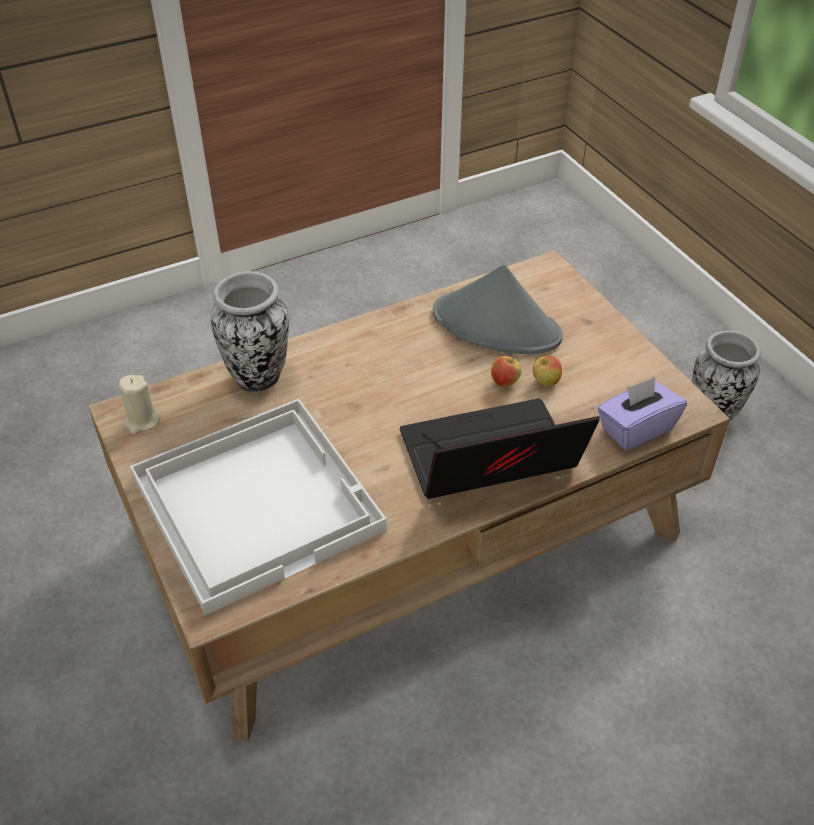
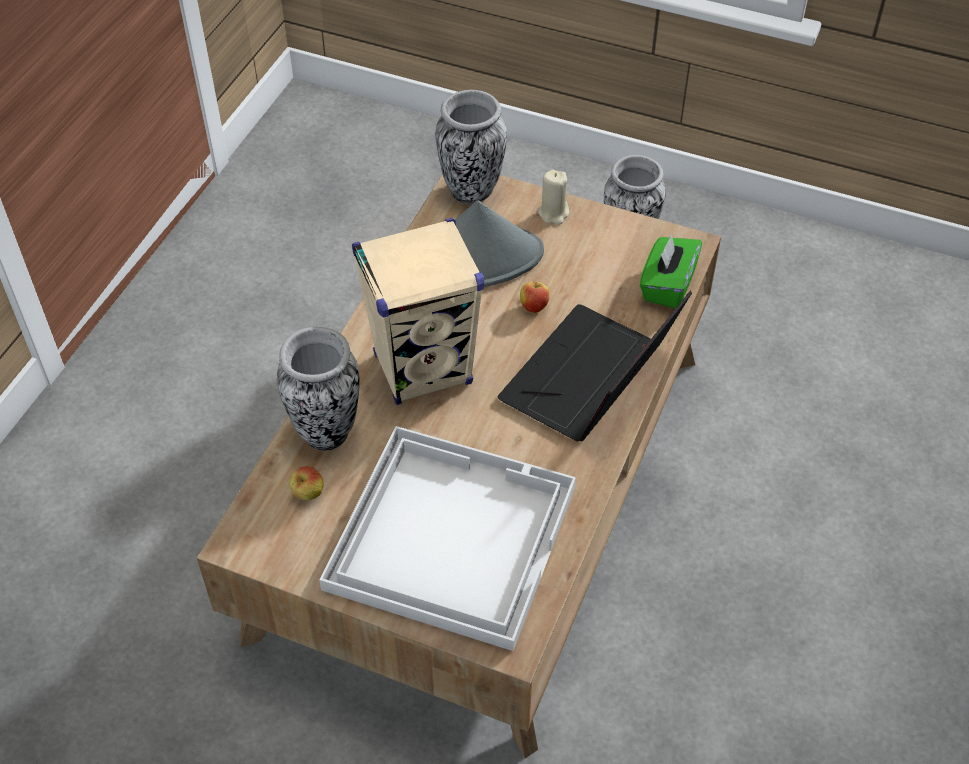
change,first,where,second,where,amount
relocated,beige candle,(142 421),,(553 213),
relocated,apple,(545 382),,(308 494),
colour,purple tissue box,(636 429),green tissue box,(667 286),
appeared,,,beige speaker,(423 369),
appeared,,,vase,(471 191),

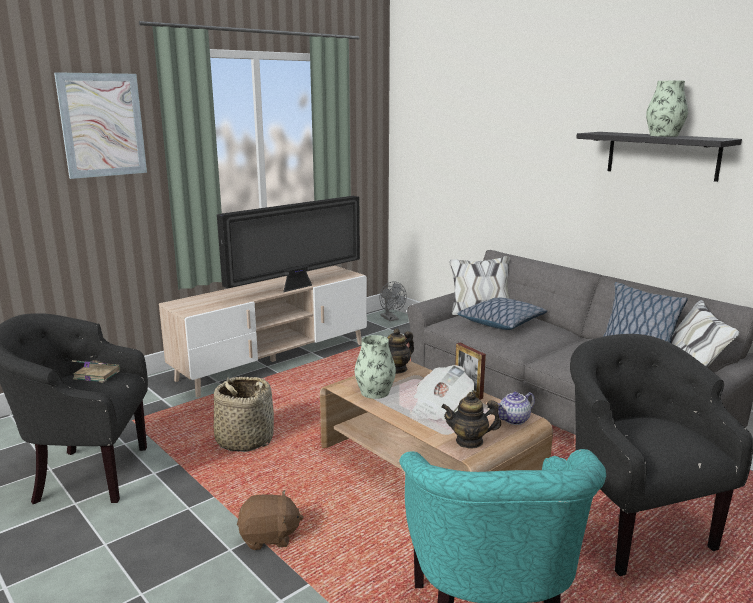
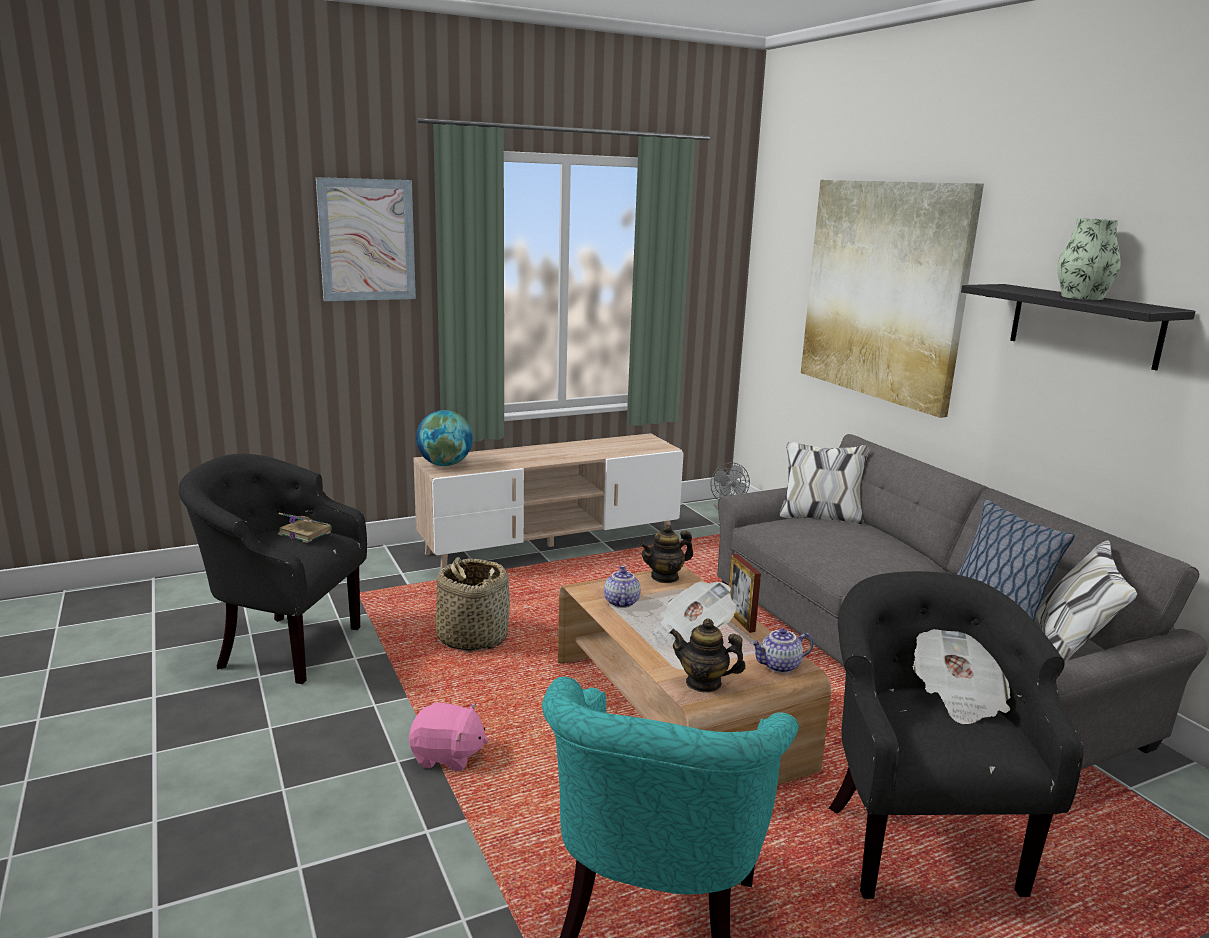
change,first,where,second,where,amount
missing,television,(297 287),,,
colour,brown plush toy,(269 537),pink plush toy,(447 756),
exchanged,vase,(375 392),teapot,(620 602),
missing,pillow,(501 322),,,
appeared,,,globe,(445 464),
appeared,,,picture,(883 291),
appeared,,,newspaper,(957 696),

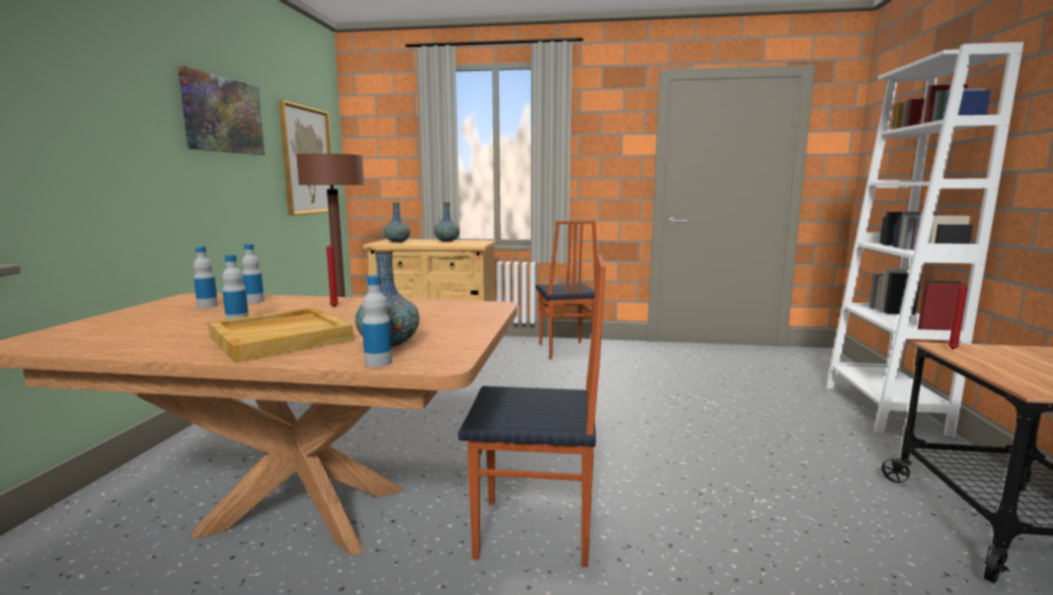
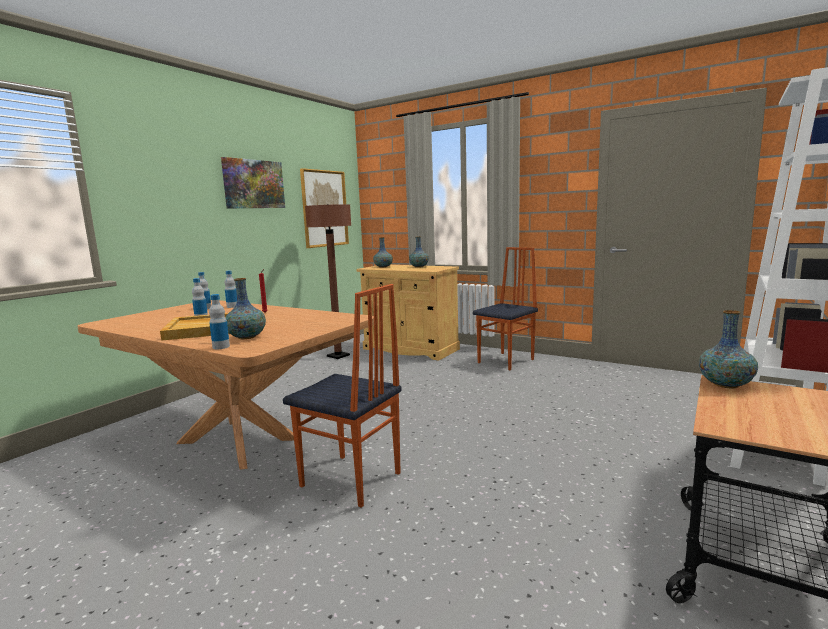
change,first,where,second,where,amount
spun,chair,(565 350),,(507 361),150 degrees counterclockwise
exchanged,red candle,(951 349),vase,(725 384),

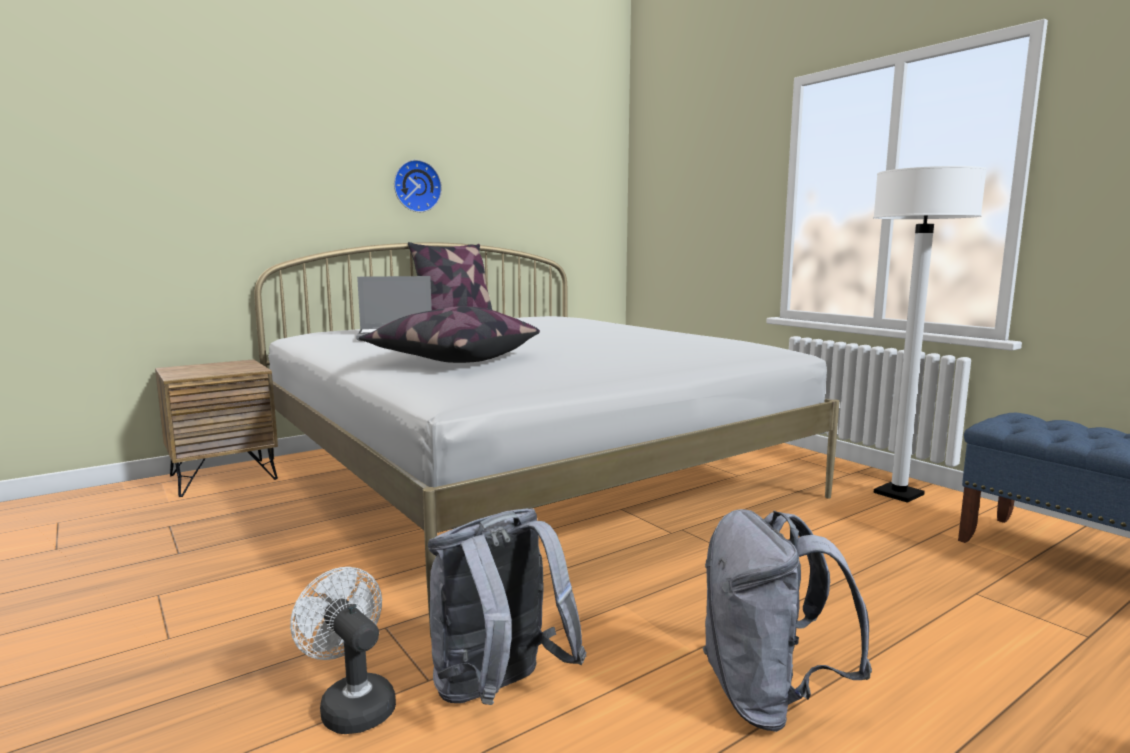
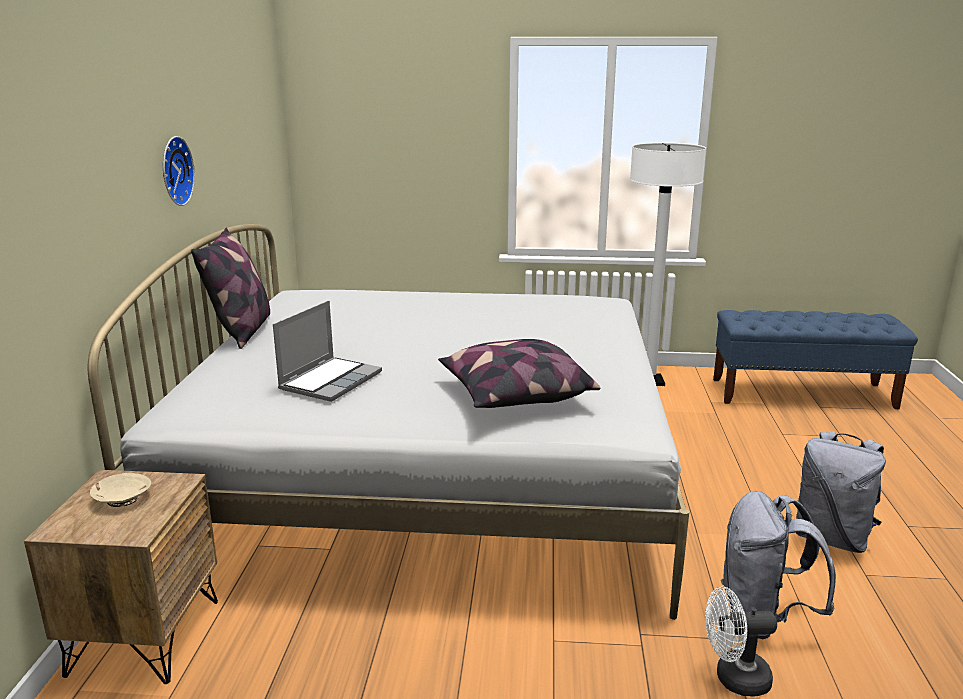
change,first,where,second,where,amount
appeared,,,beige bowl,(122 499),

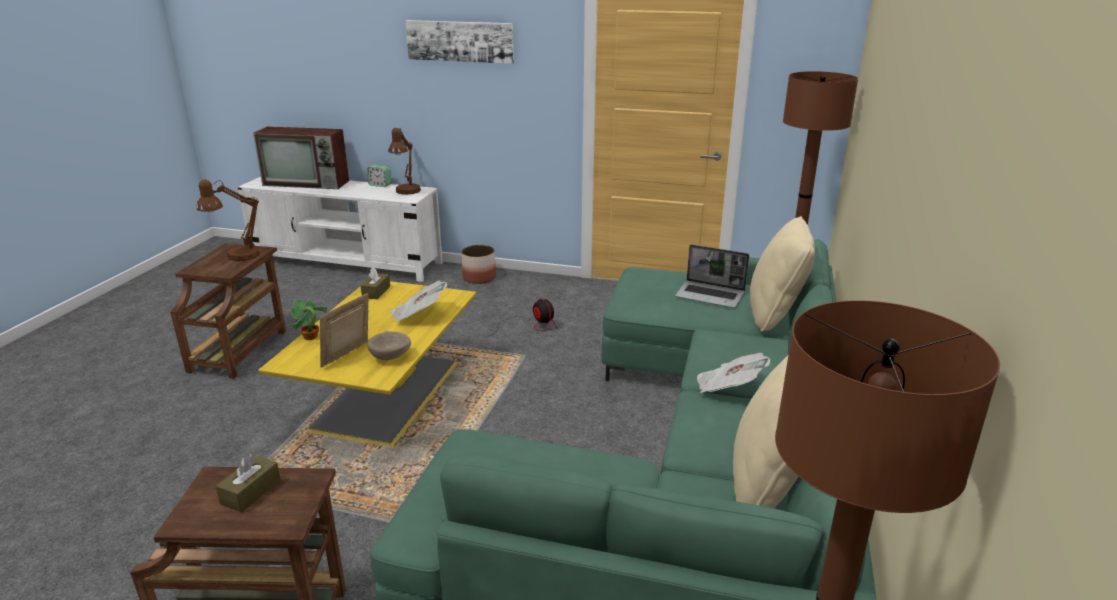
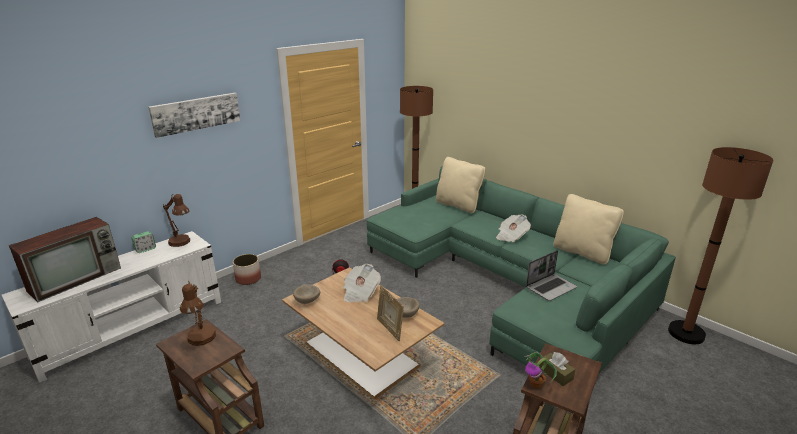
change,first,where,second,where,amount
colour,yellow coffee table,(386 397),brown coffee table,(363 355),
relocated,potted plant,(310 337),,(536 384),
exchanged,brown tissue box,(376 292),beige bowl,(308 300),
relocated,laptop,(711 295),,(551 287),

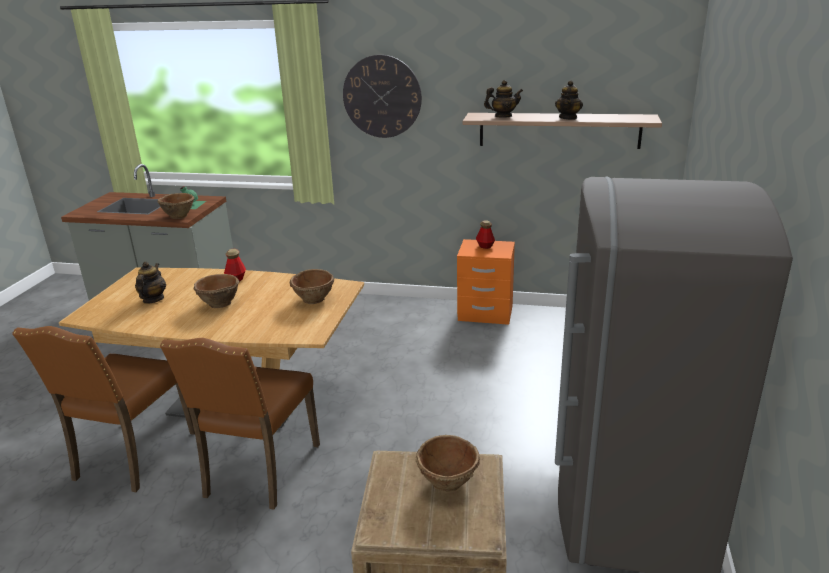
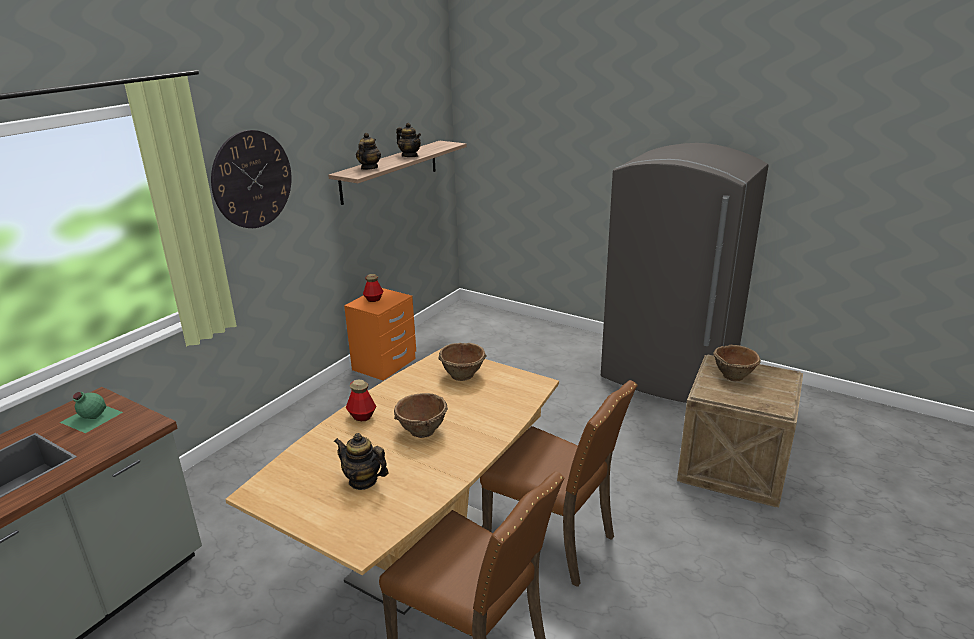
change,first,where,second,where,amount
missing,brown bowl,(179 216),,,

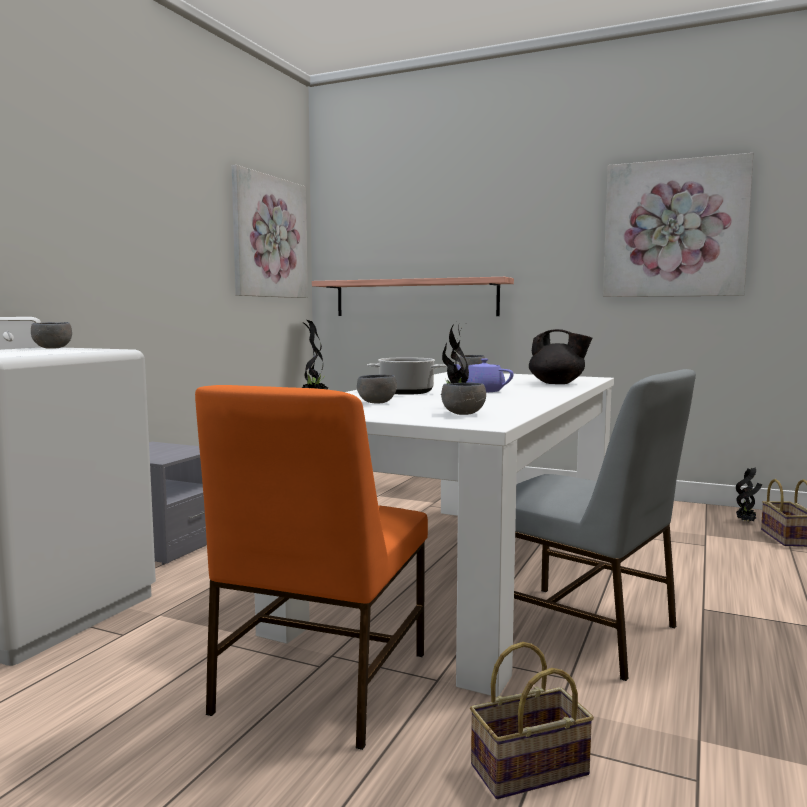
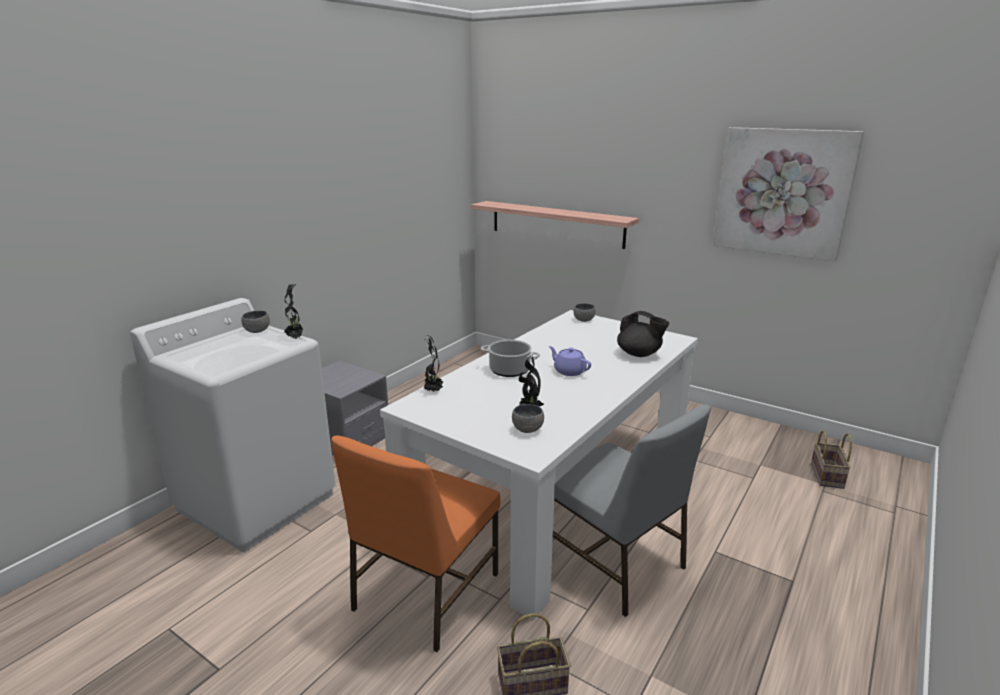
change,first,where,second,where,amount
missing,picture,(270 237),,,
missing,grey bowl,(375 403),,,
relocated,potted plant,(746 521),,(295 338),

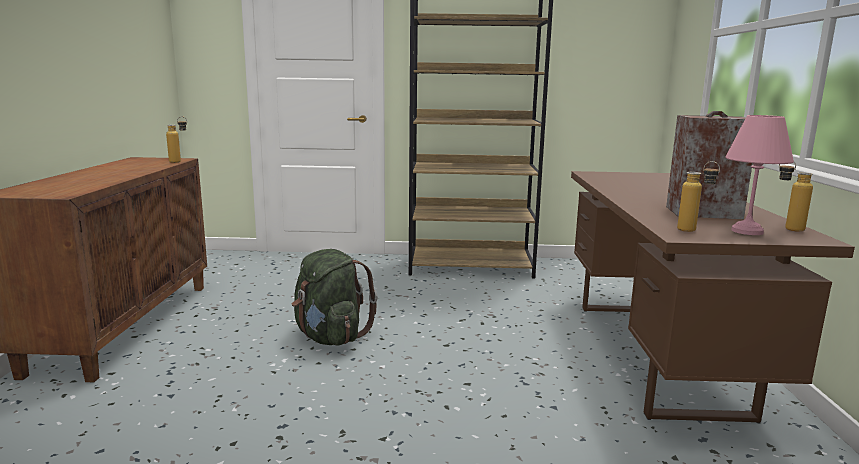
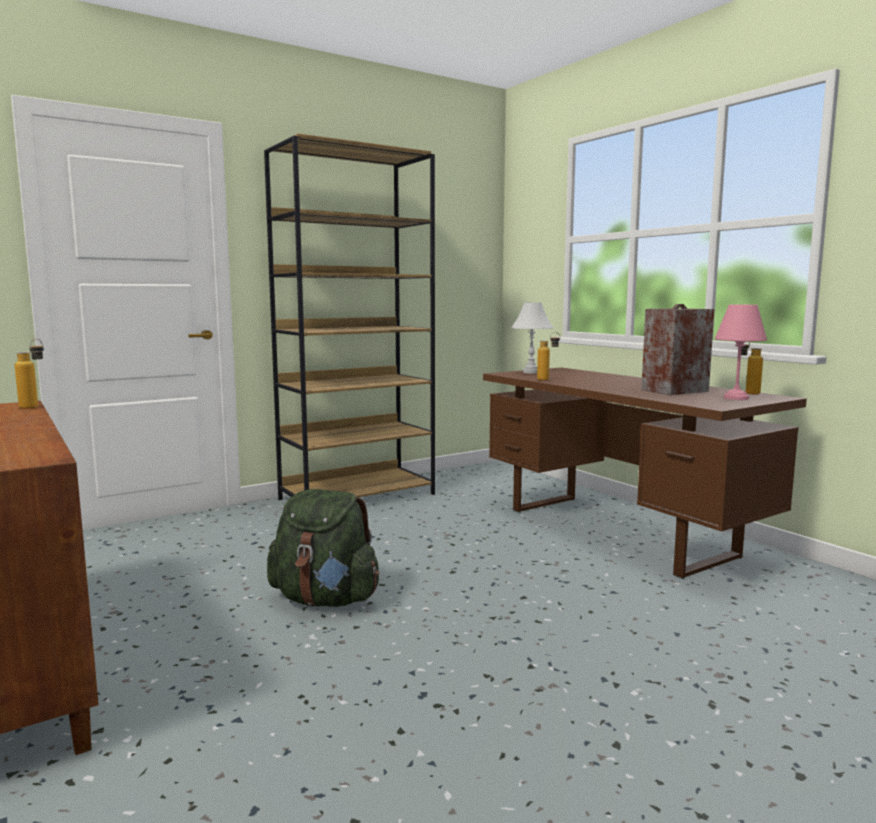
change,first,where,second,where,amount
relocated,bottle,(693 231),,(548 380),
appeared,,,white table lamp,(530 372),

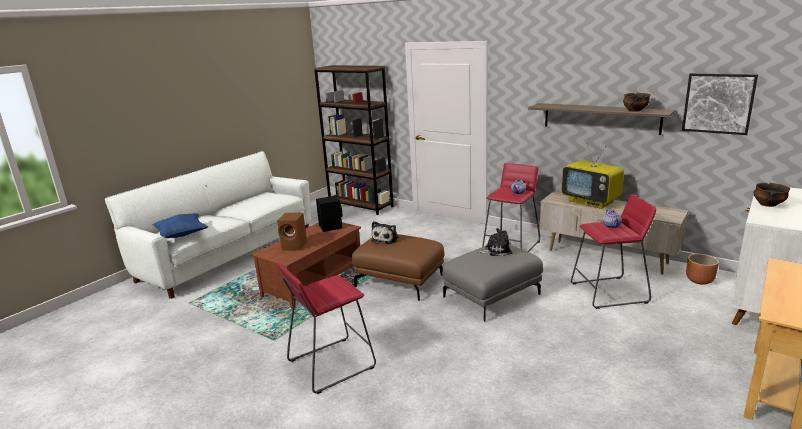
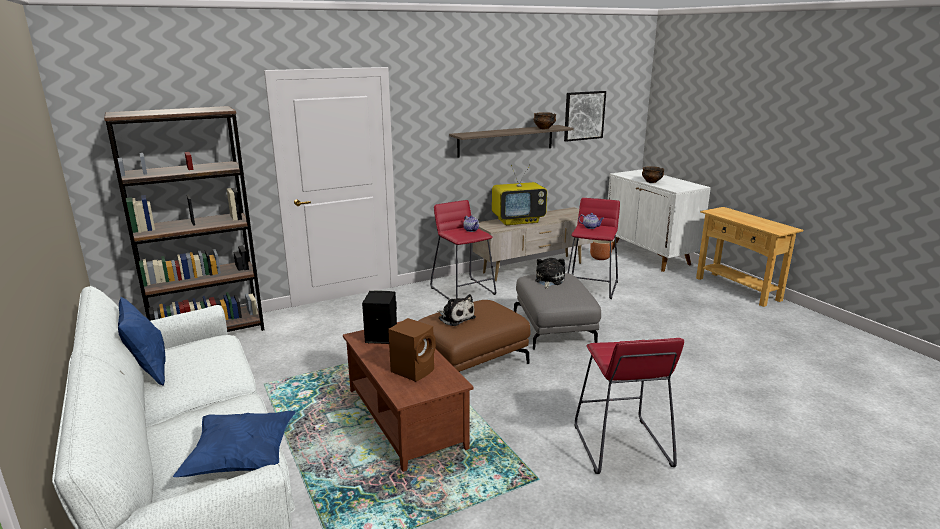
change,first,where,second,where,amount
appeared,,,blue pillow,(148 371),

